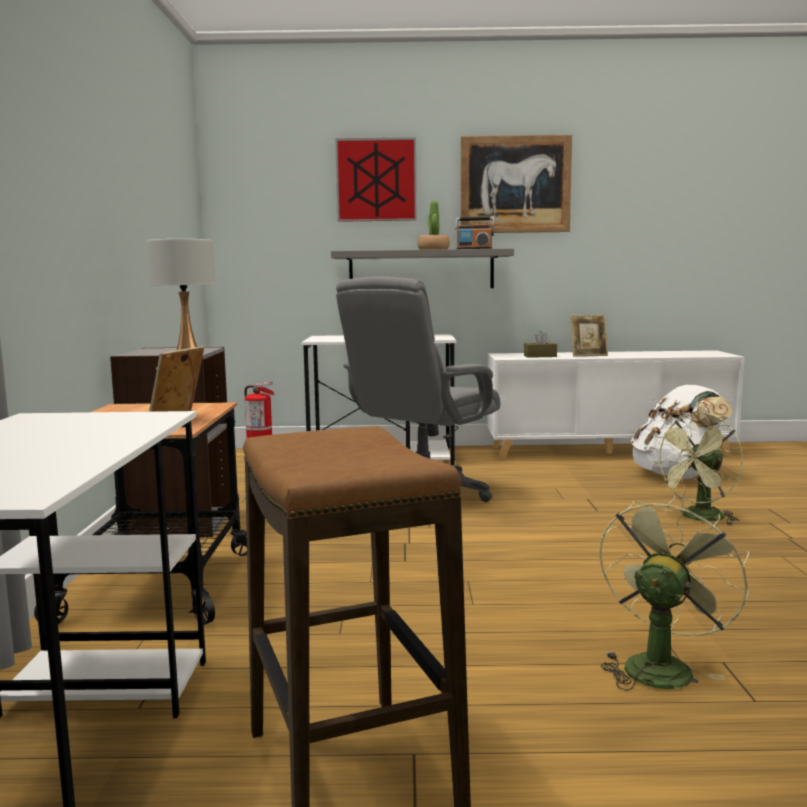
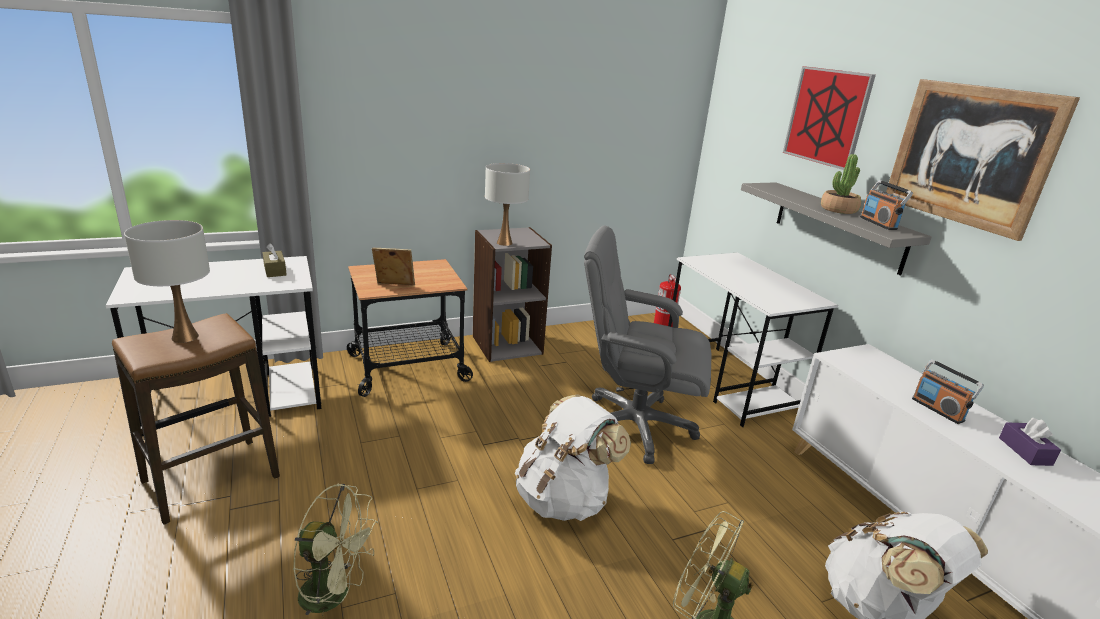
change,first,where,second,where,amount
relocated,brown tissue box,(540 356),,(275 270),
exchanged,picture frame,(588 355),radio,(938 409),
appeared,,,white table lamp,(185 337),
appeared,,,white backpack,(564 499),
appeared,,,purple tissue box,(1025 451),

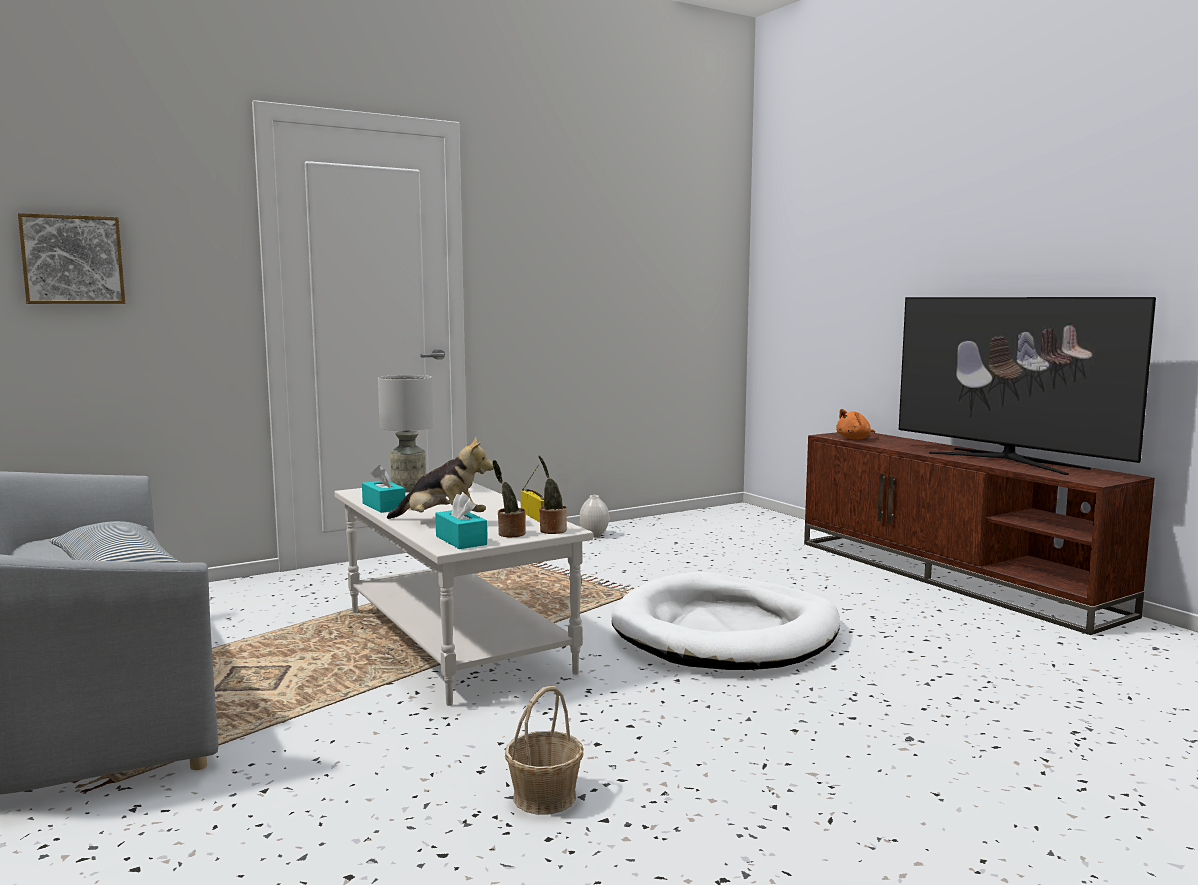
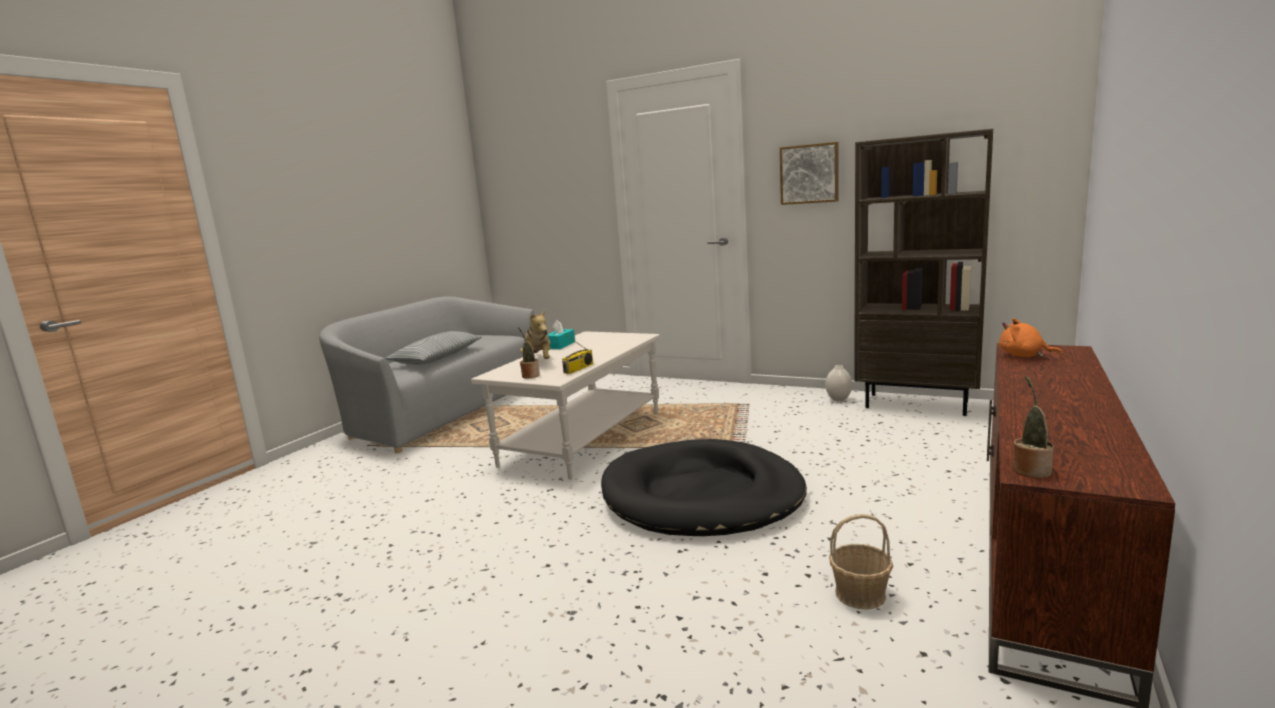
change,first,where,second,where,amount
relocated,picture,(72 260),,(809 174),
missing,grey table lamp,(409 489),,,
missing,turquoise tissue box,(461 540),,,
relocated,basket,(545 797),,(860 594),
relocated,potted plant,(551 530),,(1030 470),
colour,white dog bed,(726 632),black dog bed,(702 495),
missing,television,(1006 460),,,
appeared,,,brown bookcase,(917 404),

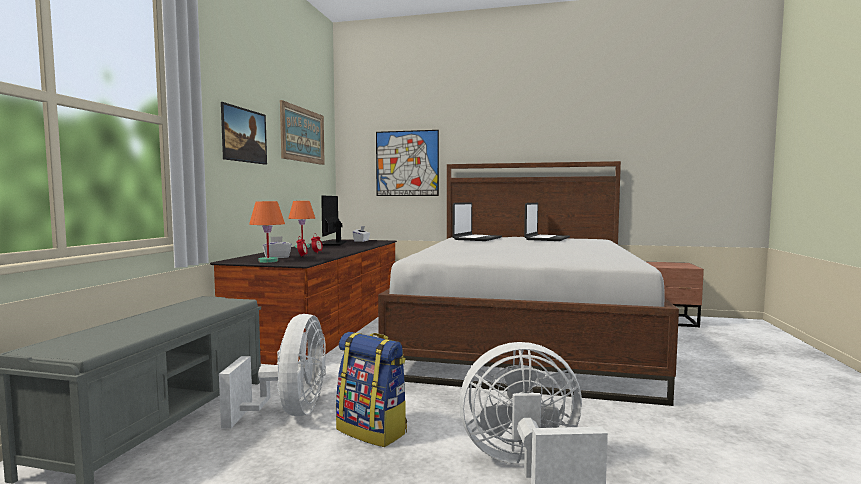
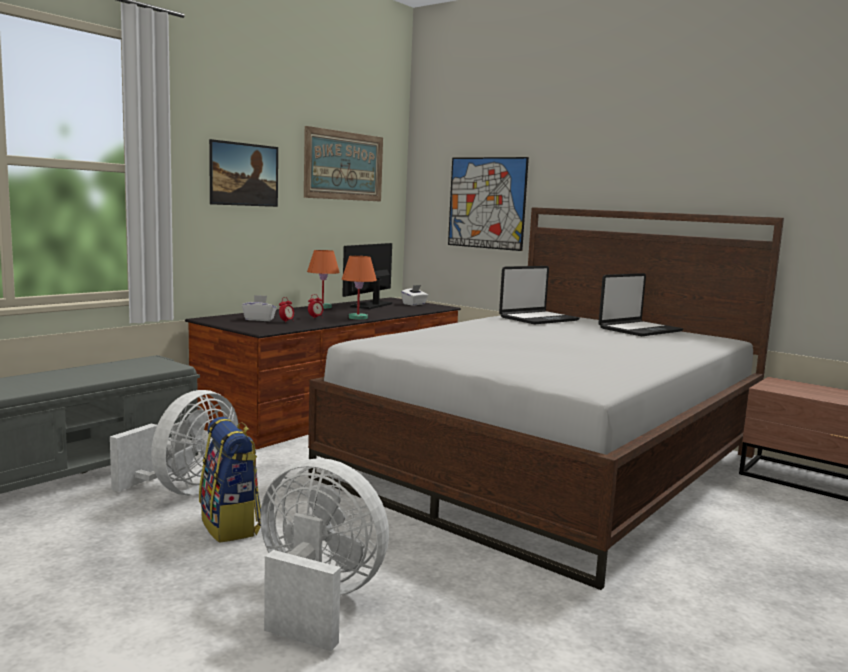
change,first,where,second,where,amount
relocated,orange table lamp,(268 261),,(358 318),

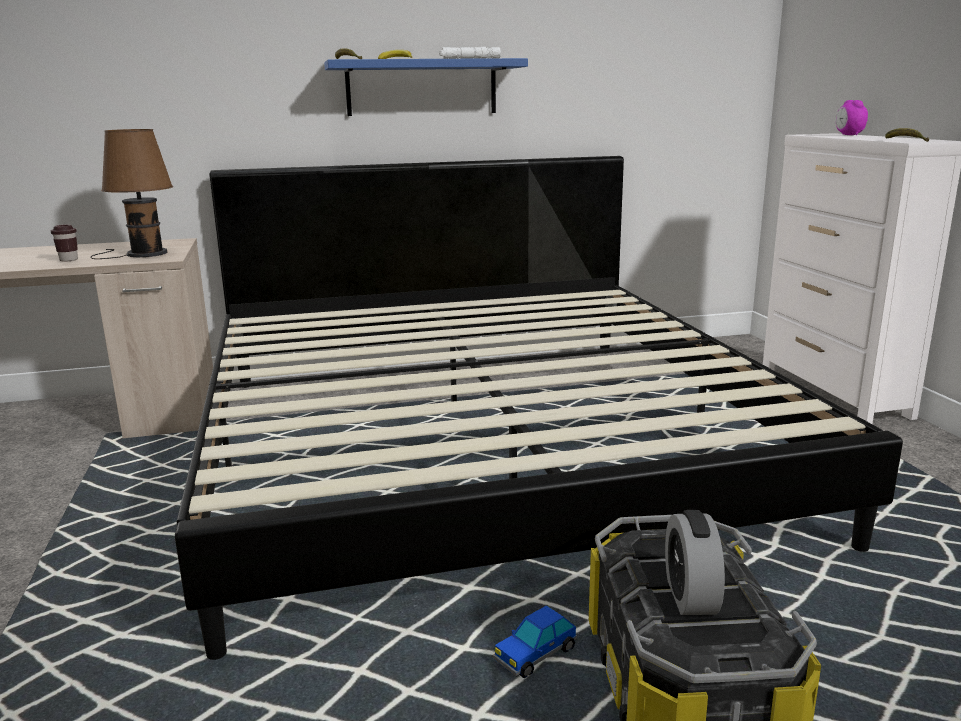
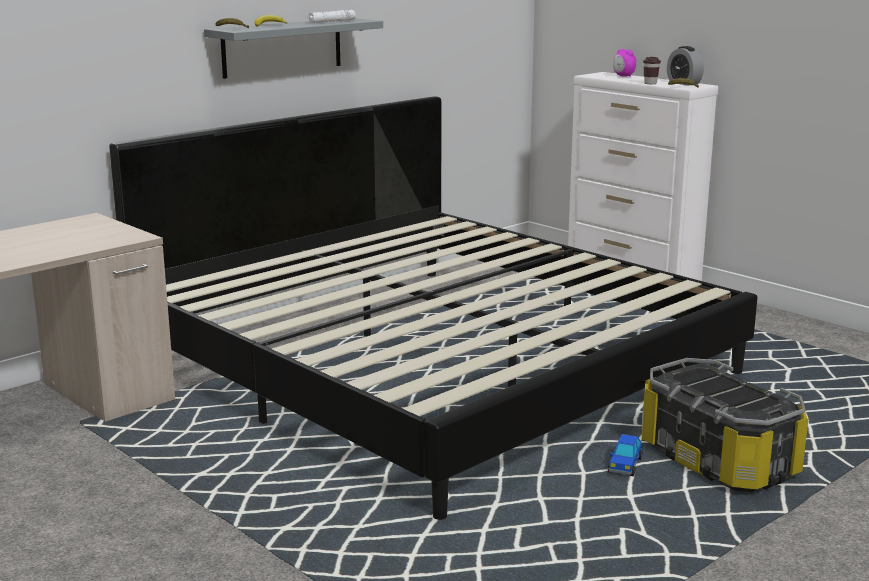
change,first,where,second,where,amount
relocated,brown cup,(69 260),,(650 83),
missing,brown table lamp,(142 254),,,
colour,blue shelf,(422 88),grey shelf,(282 47),
relocated,alarm clock,(690 596),,(683 83),

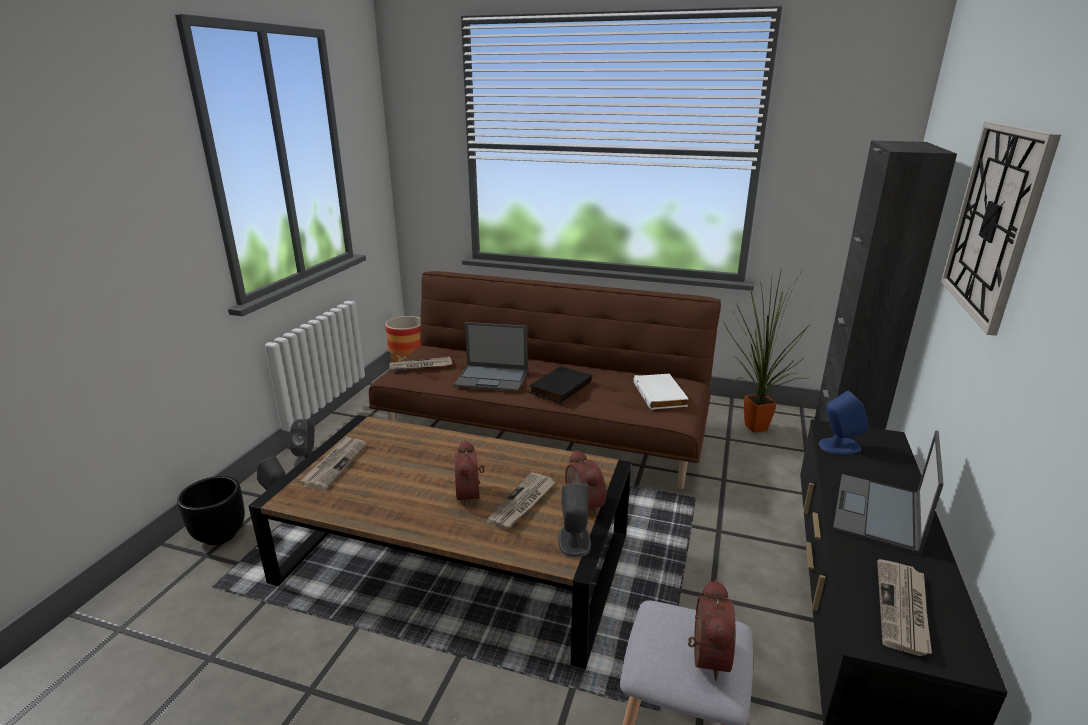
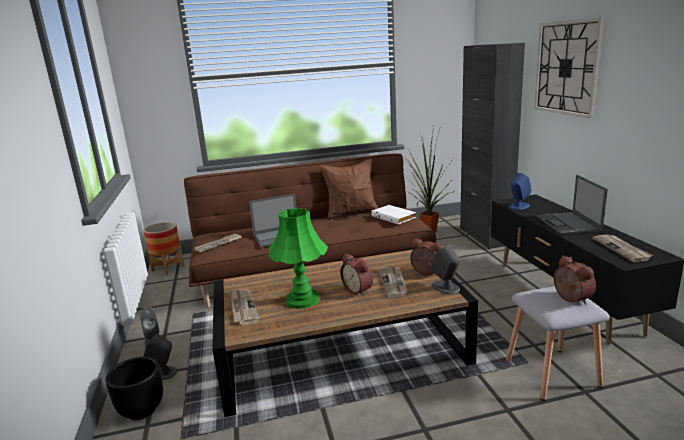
change,first,where,second,where,amount
missing,black book,(559 387),,,
appeared,,,green table lamp,(302 299),
appeared,,,brown pillow,(351 213),

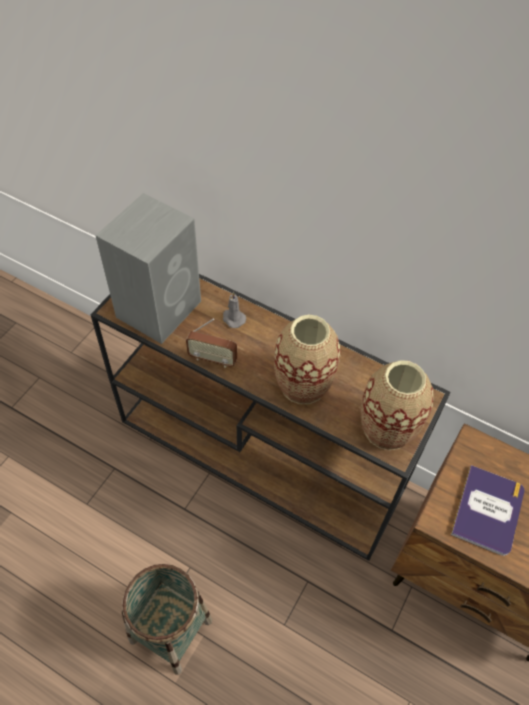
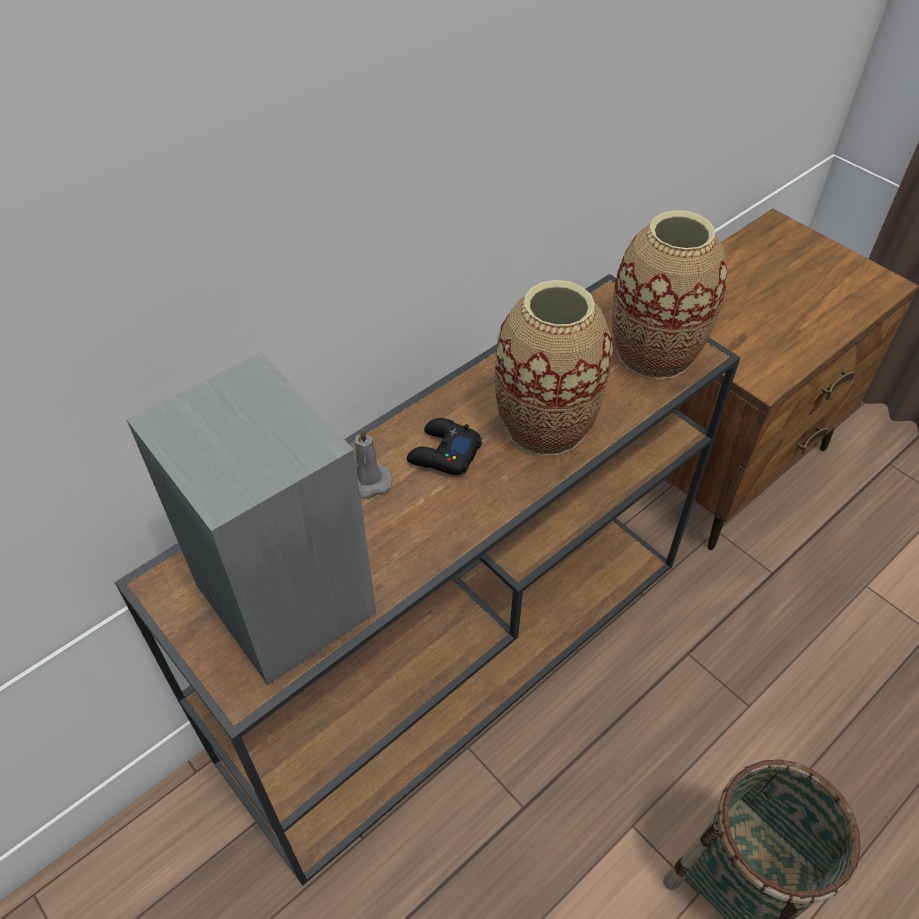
change,first,where,second,where,amount
missing,radio,(212 359),,,
missing,book,(488 510),,,
appeared,,,black game controller,(443 453),

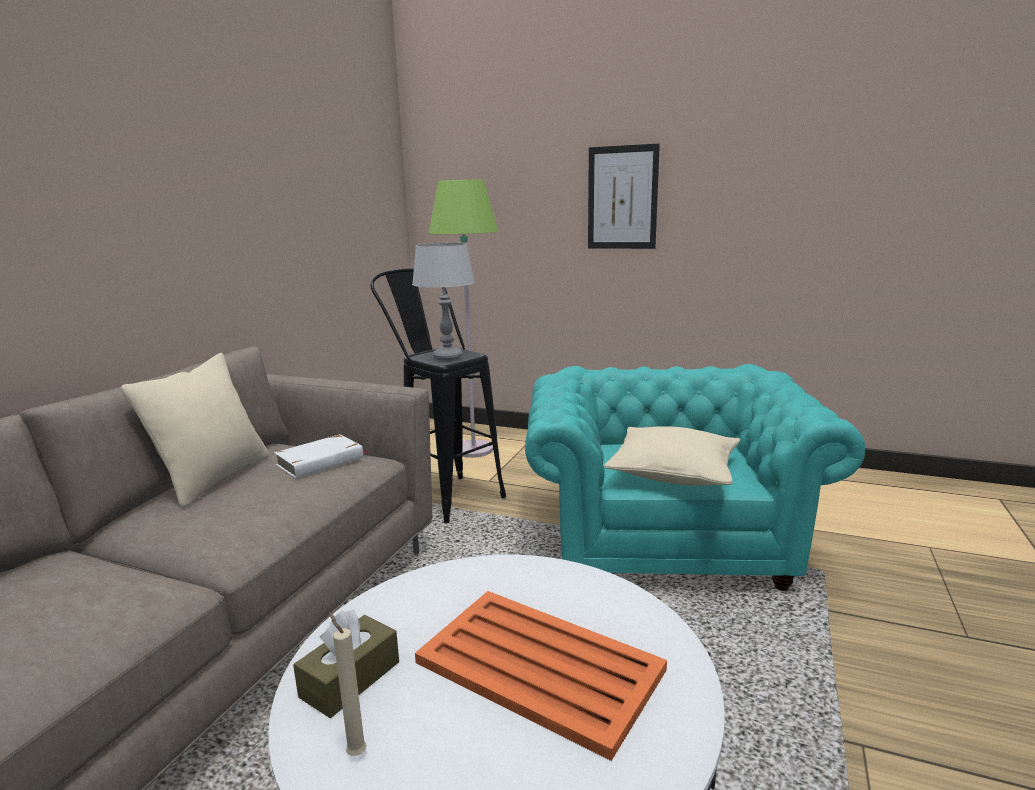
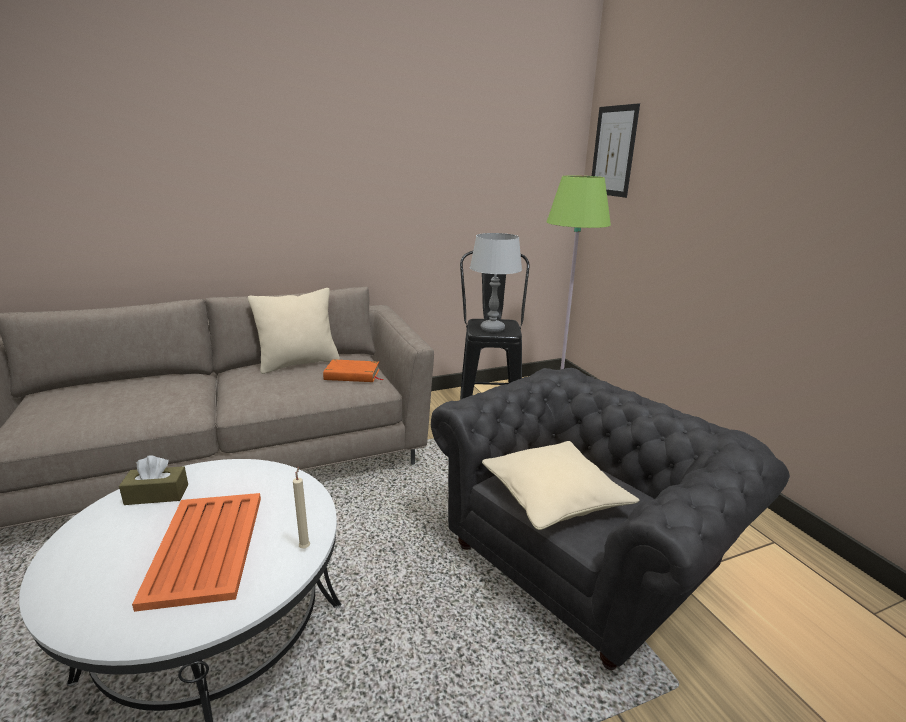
change,first,where,second,where,amount
colour,white book,(320 461),orange book,(352 375),
relocated,beige candle,(355 752),,(305 547),
colour,turquoise armchair,(666 539),grey armchair,(583 558),
relocated,picture,(622 198),,(613 151),

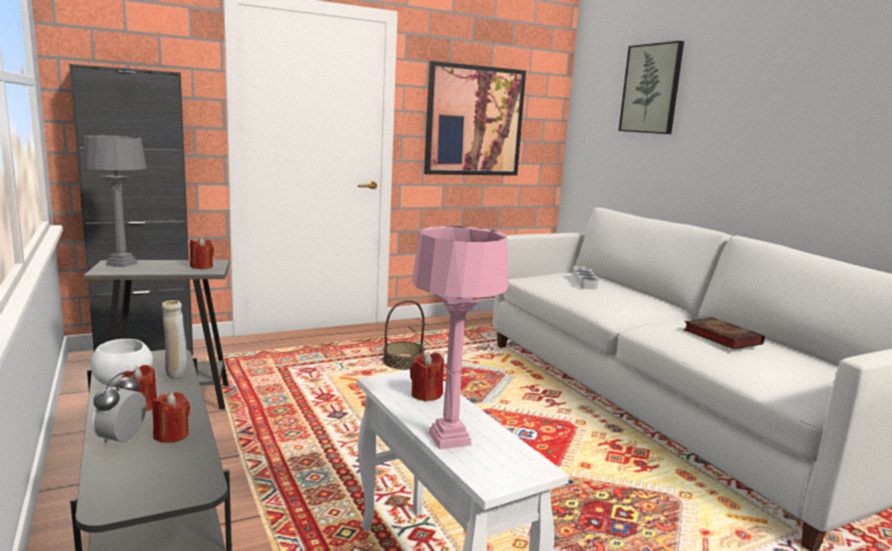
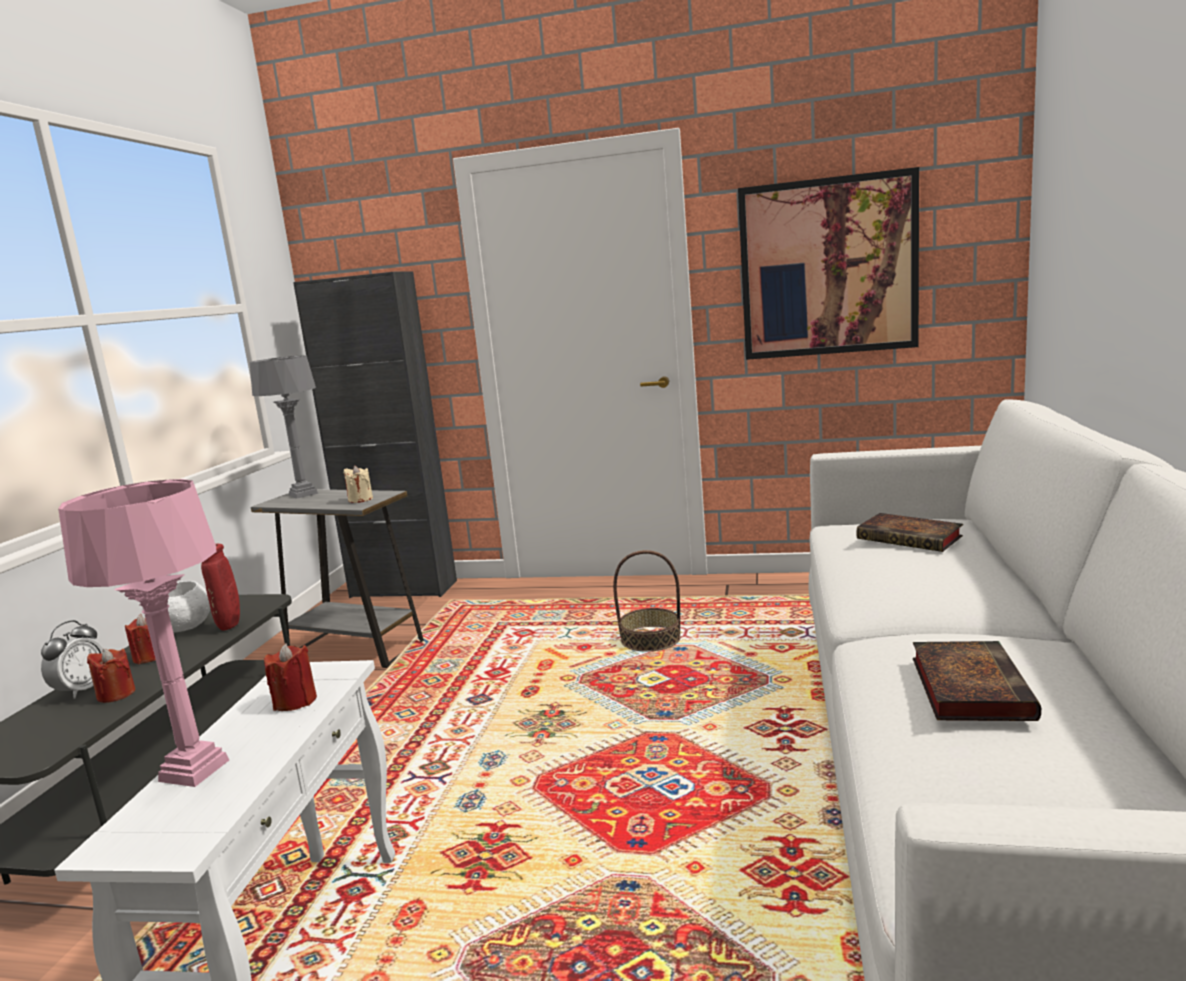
change,first,where,second,where,amount
spun,alarm clock,(122 440),,(81 690),150 degrees clockwise
colour,beige vase,(176 376),red vase,(229 627),
colour,red candle,(202 266),beige candle,(360 499),
exchanged,grey tray,(584 281),book,(912 538),
missing,picture,(651 89),,,

